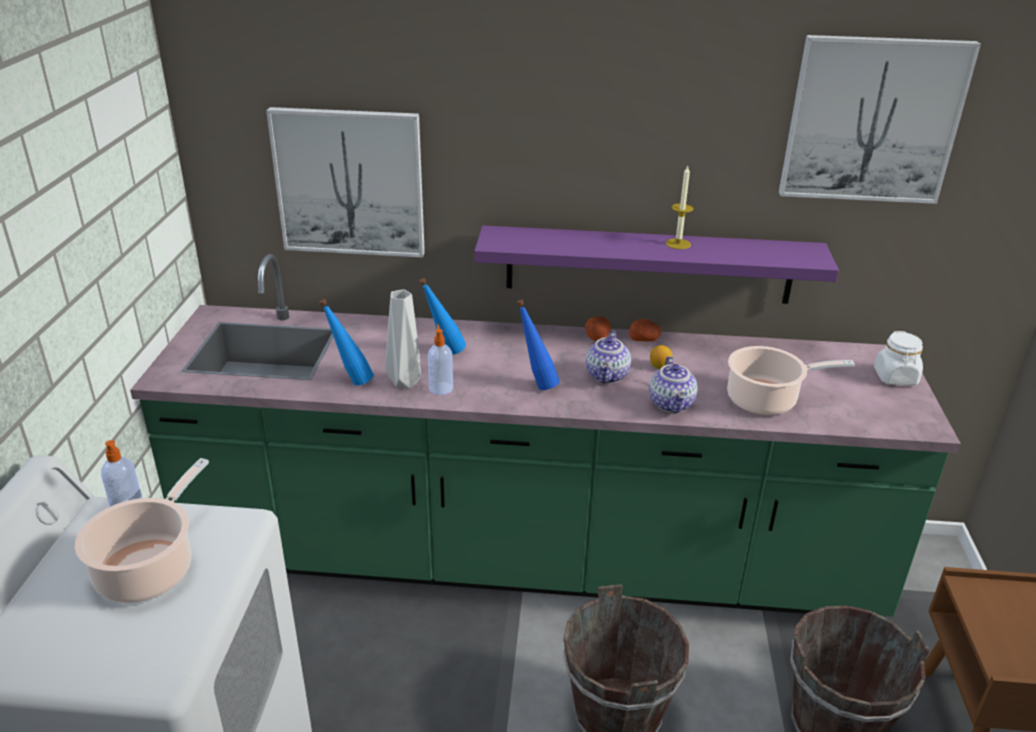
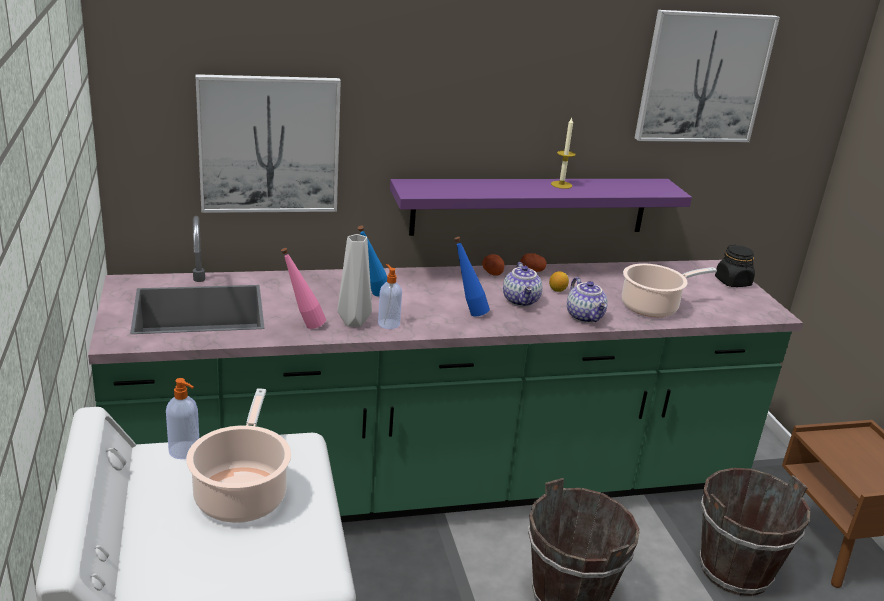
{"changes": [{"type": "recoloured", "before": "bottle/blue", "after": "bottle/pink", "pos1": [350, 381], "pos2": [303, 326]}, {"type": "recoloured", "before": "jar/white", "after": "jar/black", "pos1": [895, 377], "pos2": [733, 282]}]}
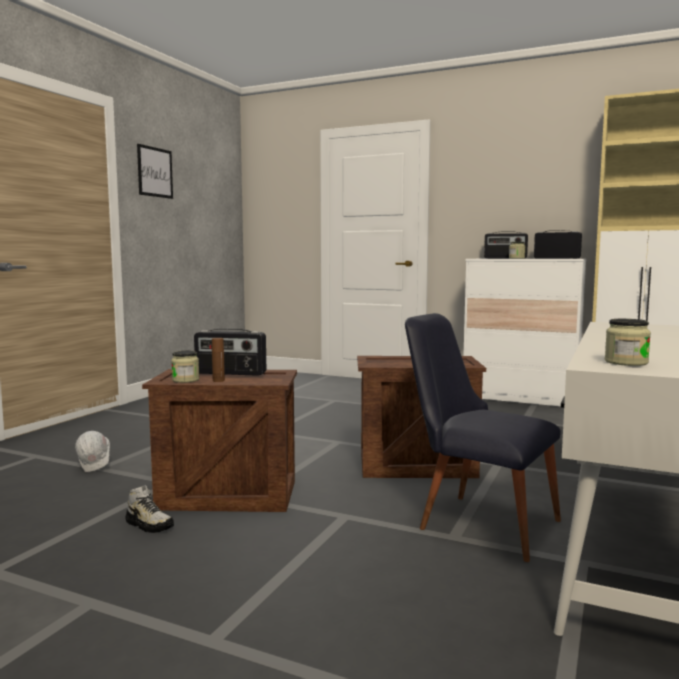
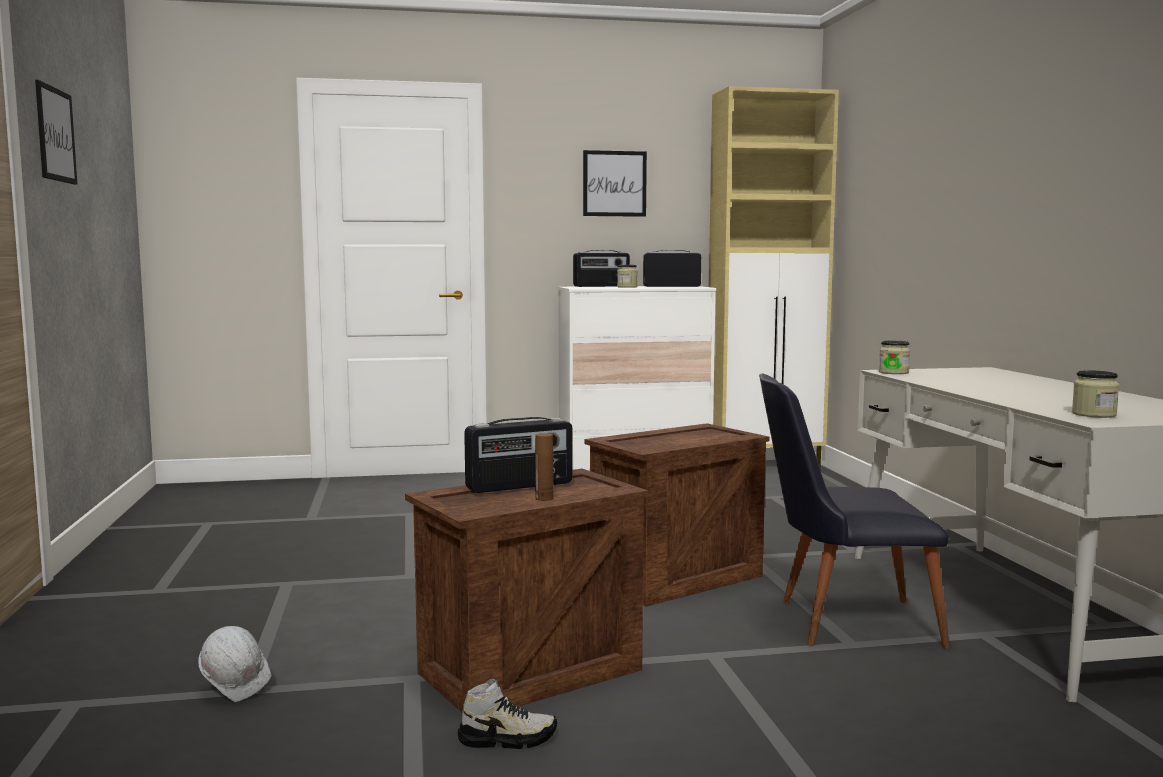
{"changes": [{"type": "moved", "before": "jar", "pos1": [185, 380], "pos2": [893, 372]}, {"type": "added", "after": "picture", "pos2": [614, 183]}]}
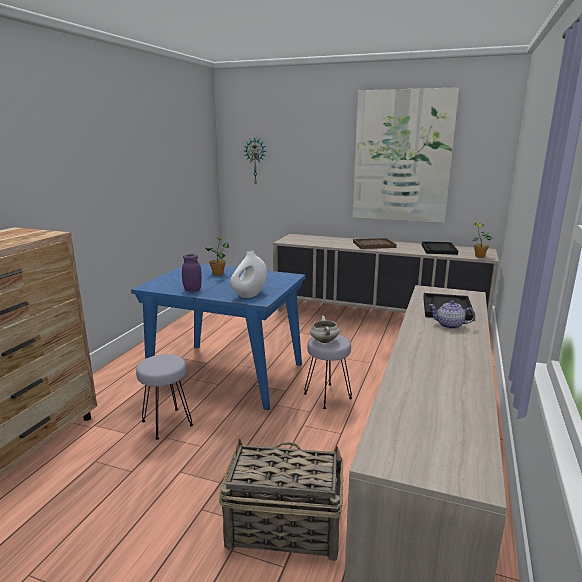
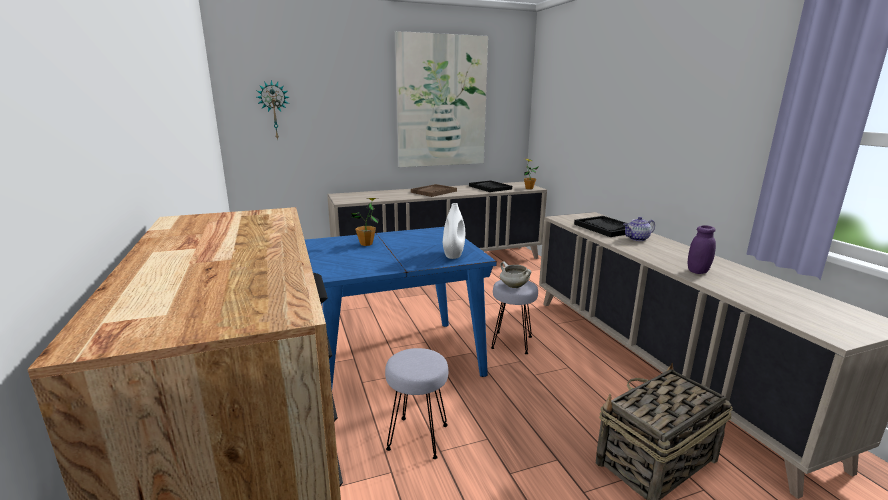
{"changes": [{"type": "moved", "before": "jar/purple", "pos1": [192, 290], "pos2": [698, 271]}]}
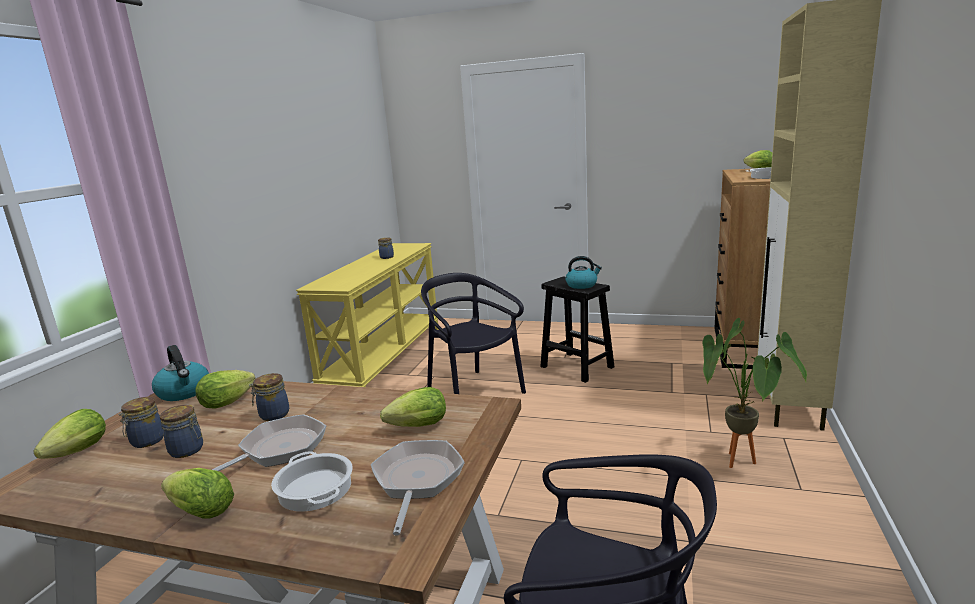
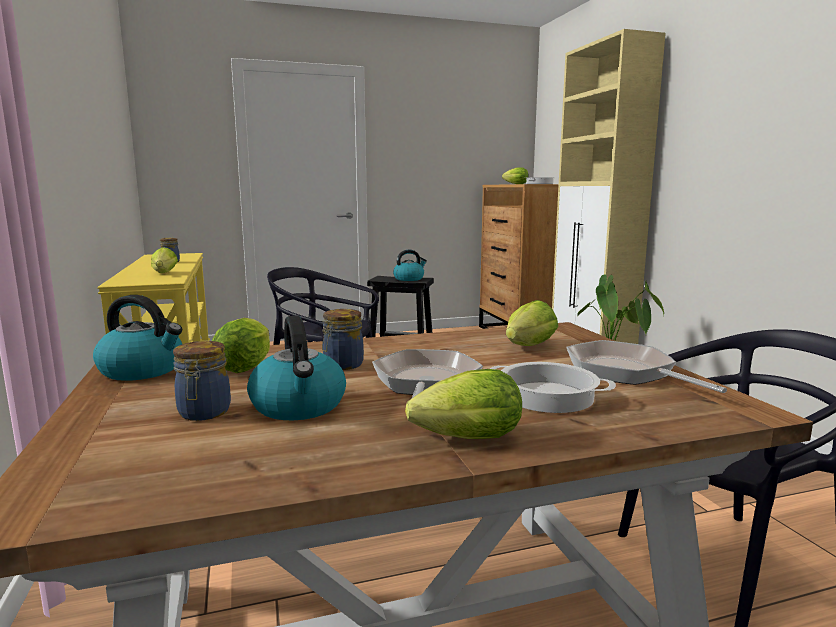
{"changes": [{"type": "moved", "before": "lettuce", "pos1": [75, 454], "pos2": [164, 273]}, {"type": "replaced", "before": "jar", "after": "kettle", "pos1": [188, 450], "pos2": [299, 406]}]}
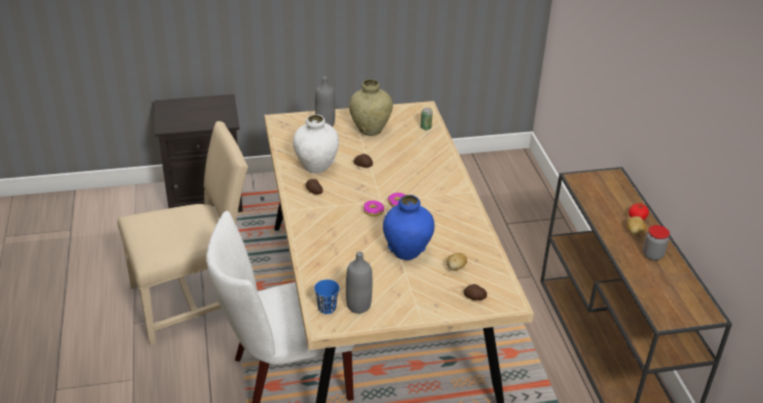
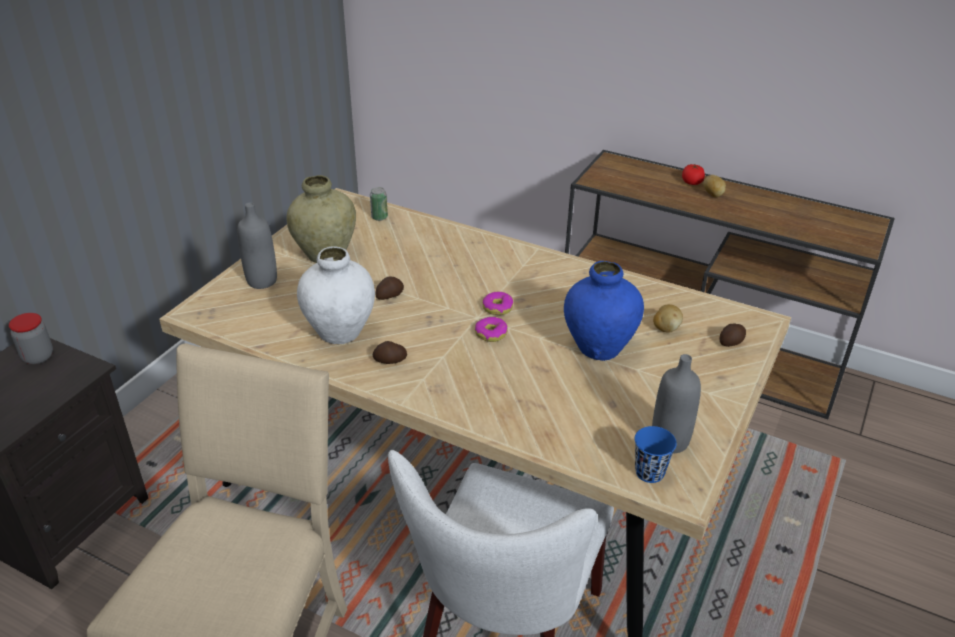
{"changes": [{"type": "moved", "before": "jar", "pos1": [652, 255], "pos2": [38, 357]}]}
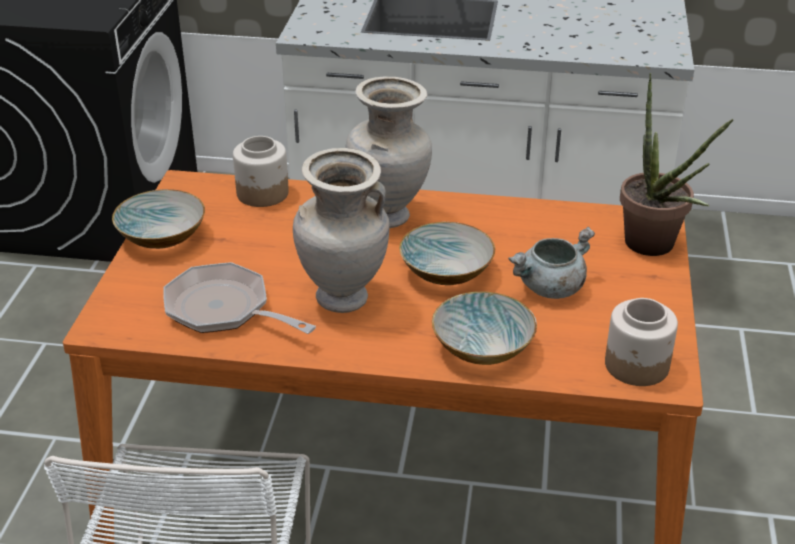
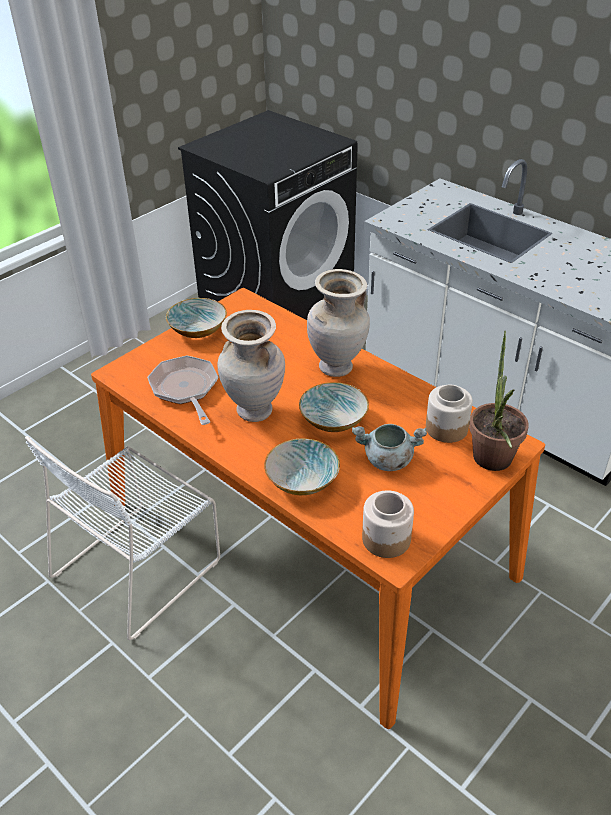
{"changes": [{"type": "moved", "before": "jar", "pos1": [263, 194], "pos2": [446, 429]}]}
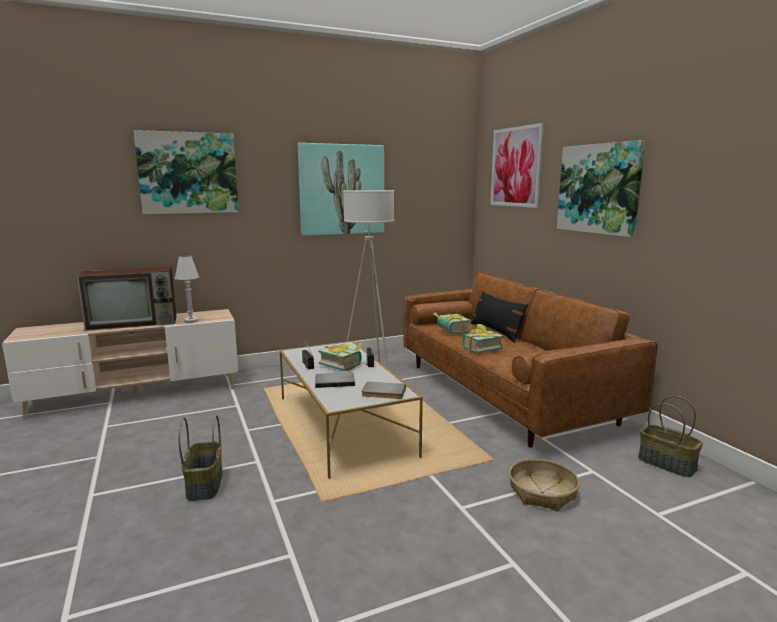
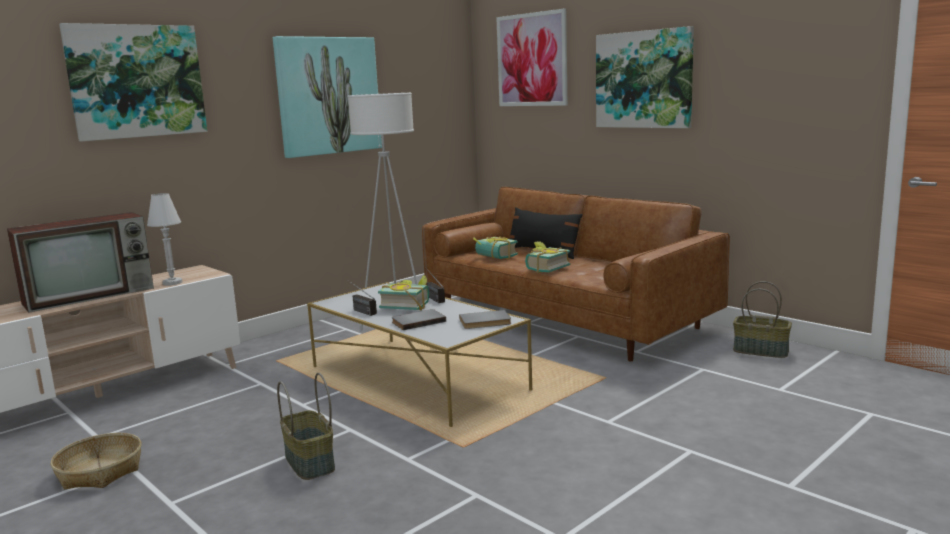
{"changes": [{"type": "moved", "before": "basket", "pos1": [542, 492], "pos2": [100, 471]}]}
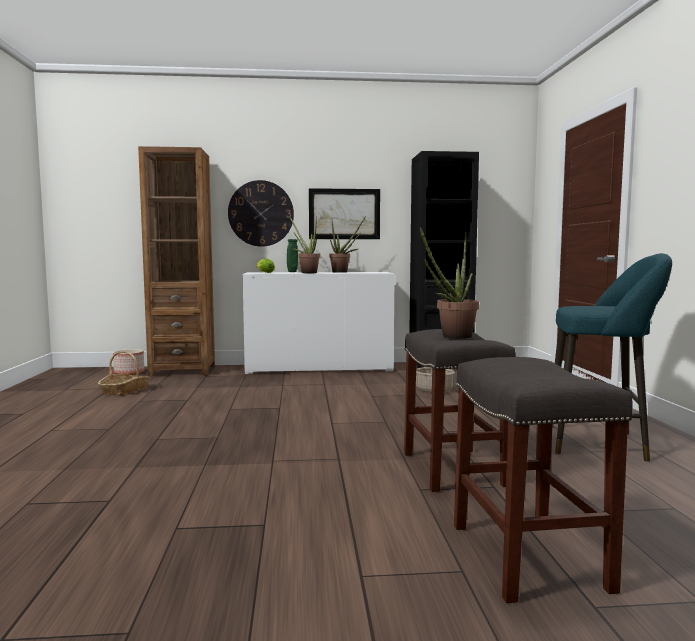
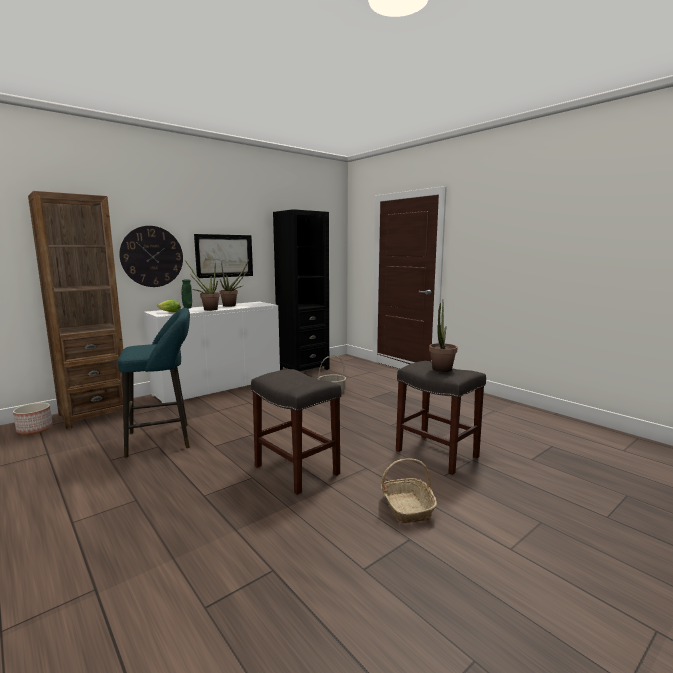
{"changes": [{"type": "moved", "before": "basket", "pos1": [125, 390], "pos2": [406, 507]}, {"type": "moved", "before": "stool/grey", "pos1": [525, 555], "pos2": [295, 470]}, {"type": "moved", "before": "stool/turquoise", "pos1": [601, 444], "pos2": [163, 439]}]}
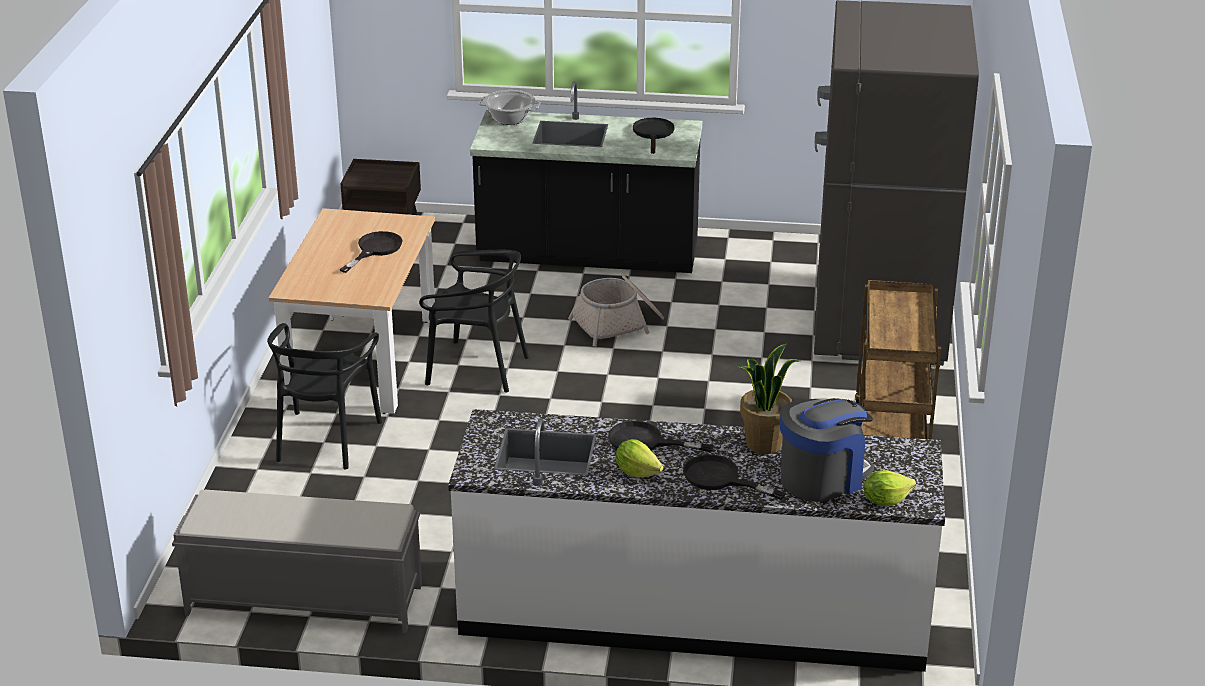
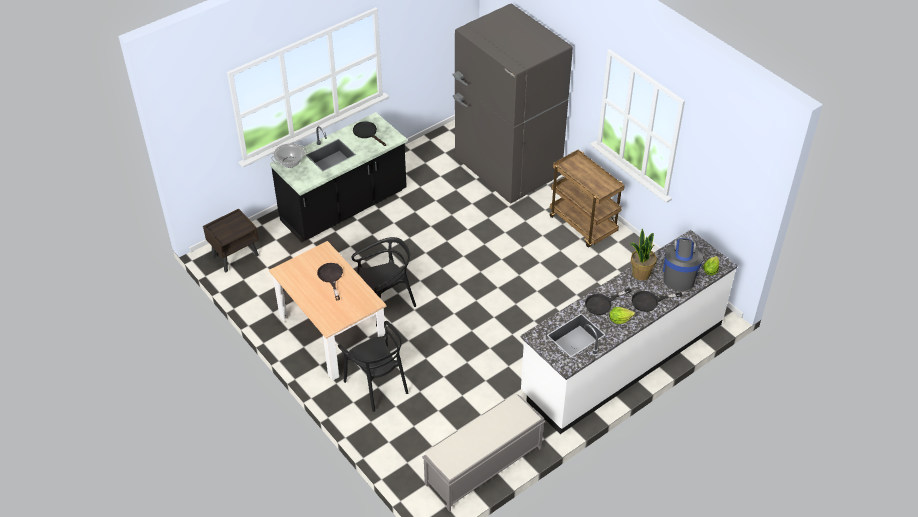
{"changes": [{"type": "removed", "before": "basket", "pos1": [619, 324]}]}
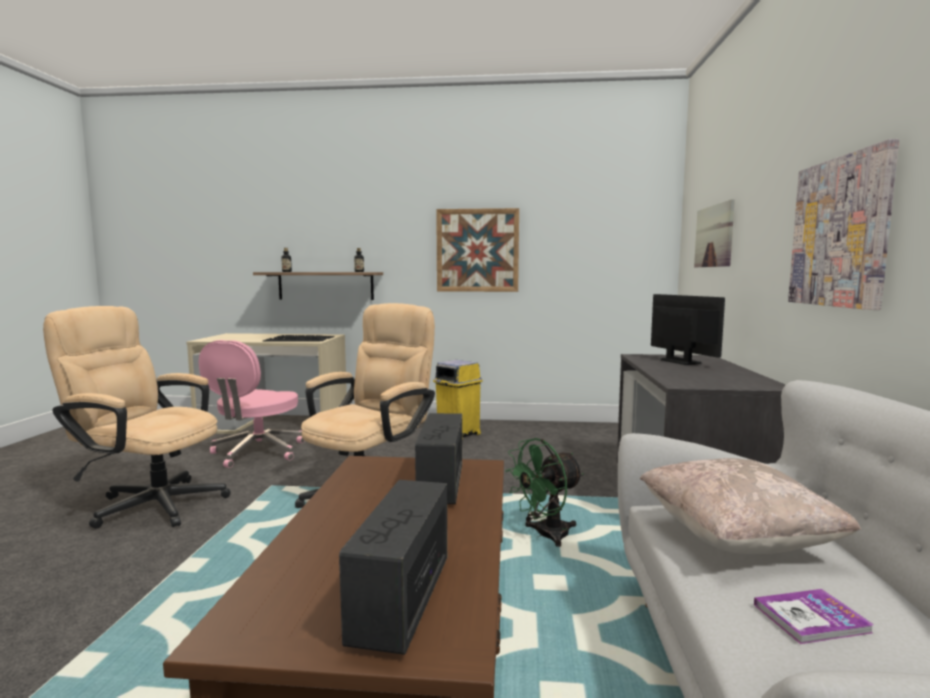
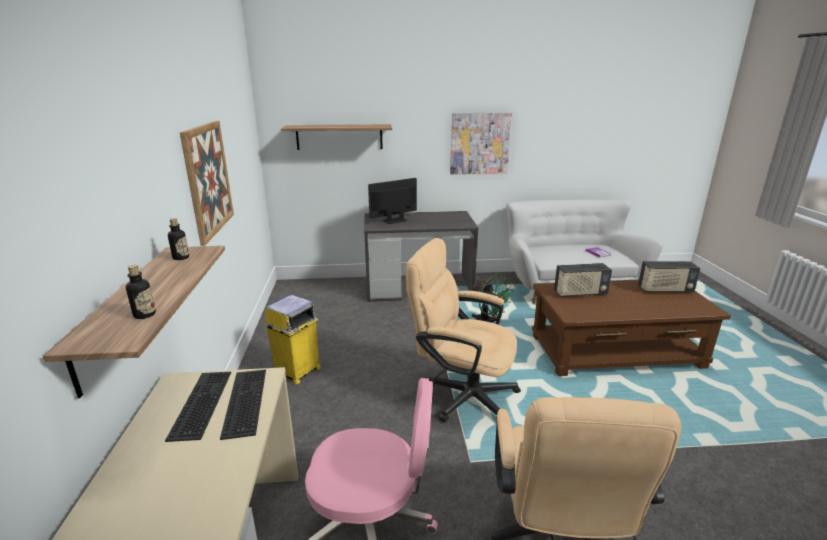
{"changes": [{"type": "removed", "before": "pillow/beige", "pos1": [736, 538]}, {"type": "replaced", "before": "picture", "after": "shelf", "pos1": [714, 236], "pos2": [339, 137]}]}
